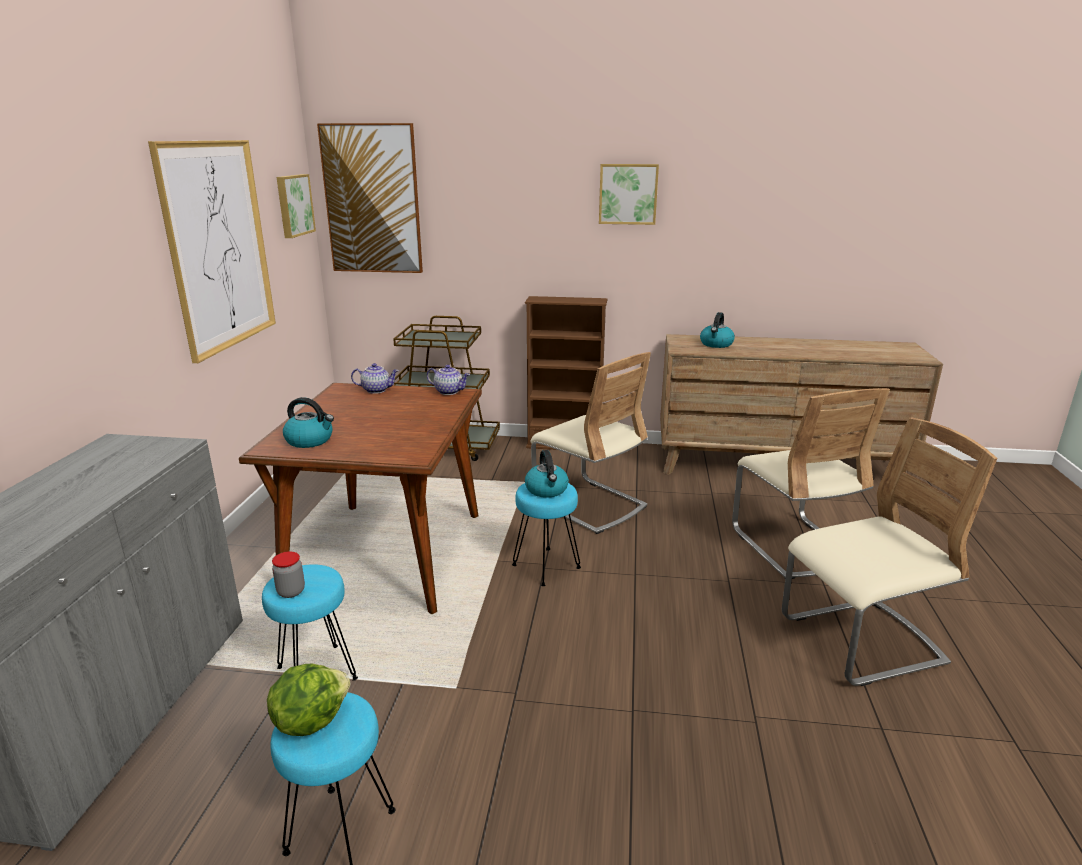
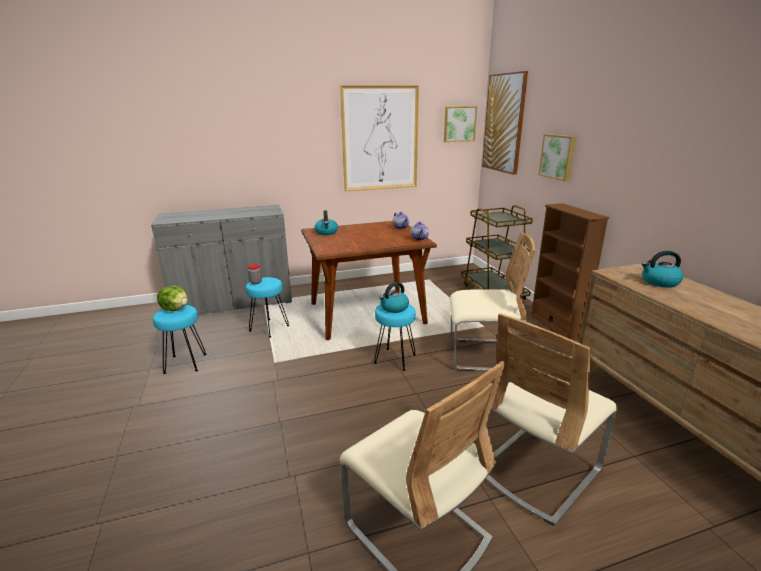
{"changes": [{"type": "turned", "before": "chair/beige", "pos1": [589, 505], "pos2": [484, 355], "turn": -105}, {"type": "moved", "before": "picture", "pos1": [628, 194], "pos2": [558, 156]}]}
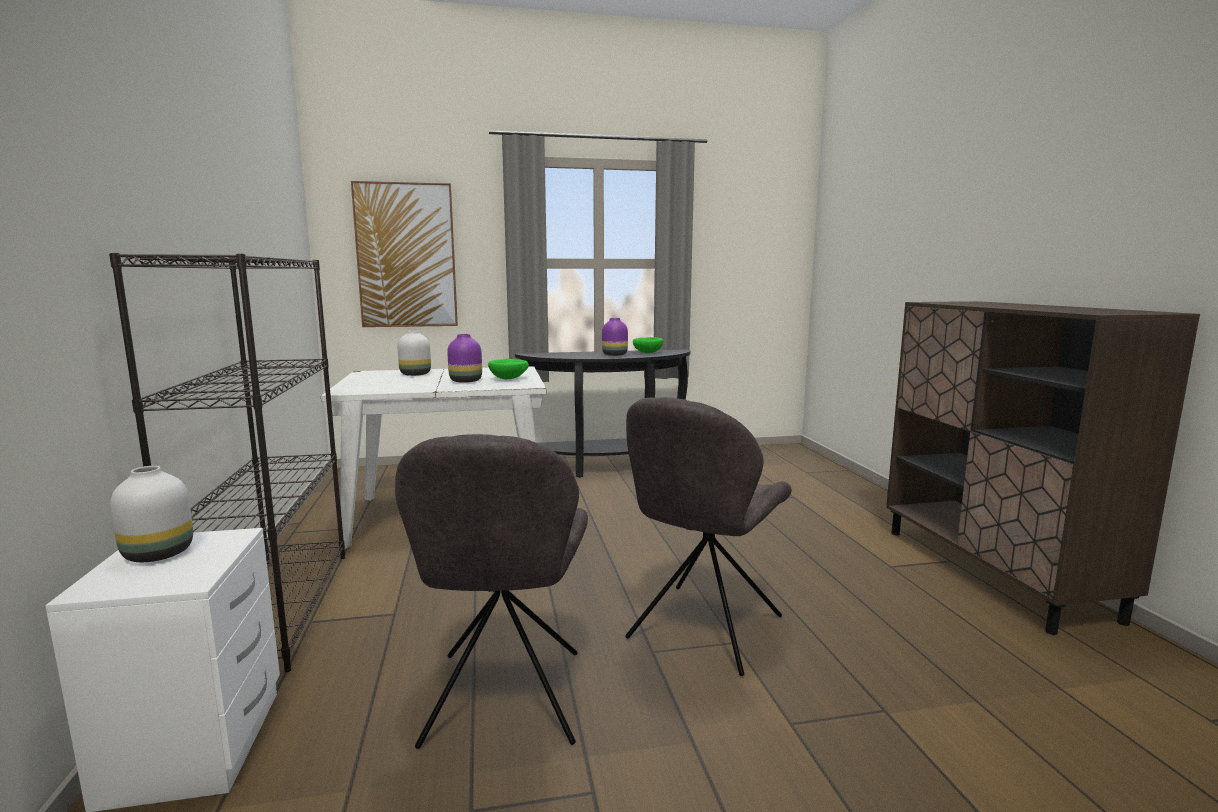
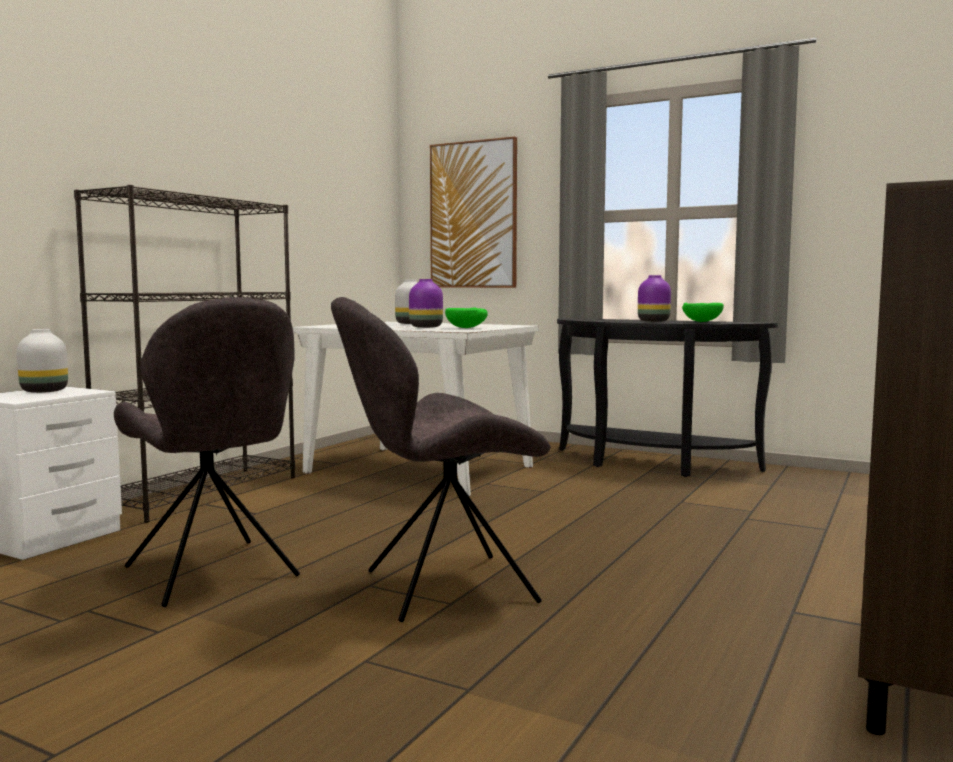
{"changes": [{"type": "turned", "before": "chair/grey", "pos1": [503, 702], "pos2": [213, 574], "turn": -75}]}
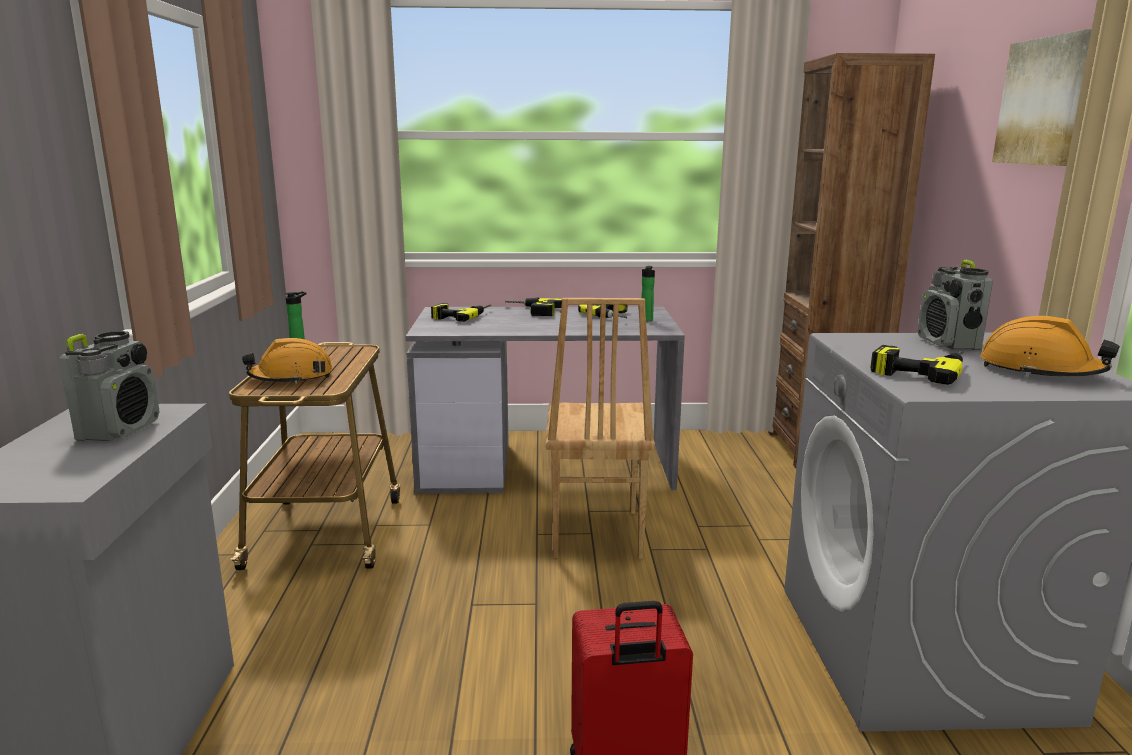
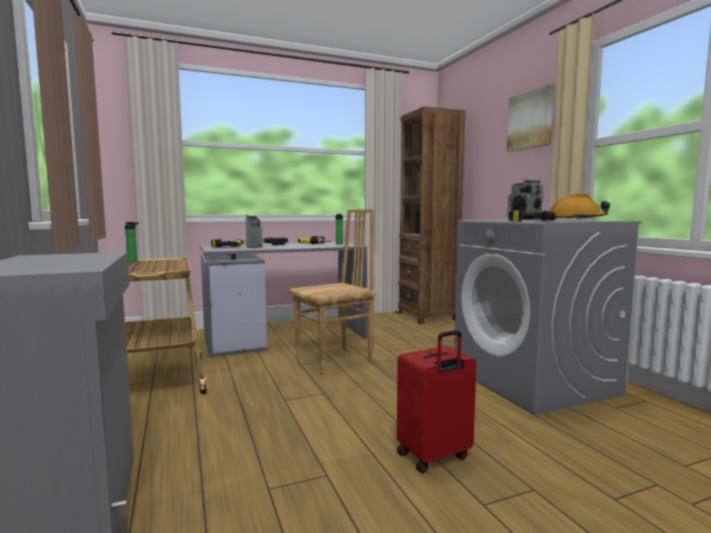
{"changes": [{"type": "moved", "before": "radio", "pos1": [120, 429], "pos2": [254, 247]}, {"type": "removed", "before": "hard hat/orange", "pos1": [291, 377]}, {"type": "turned", "before": "chair/brown", "pos1": [594, 534], "pos2": [334, 360], "turn": -105}]}
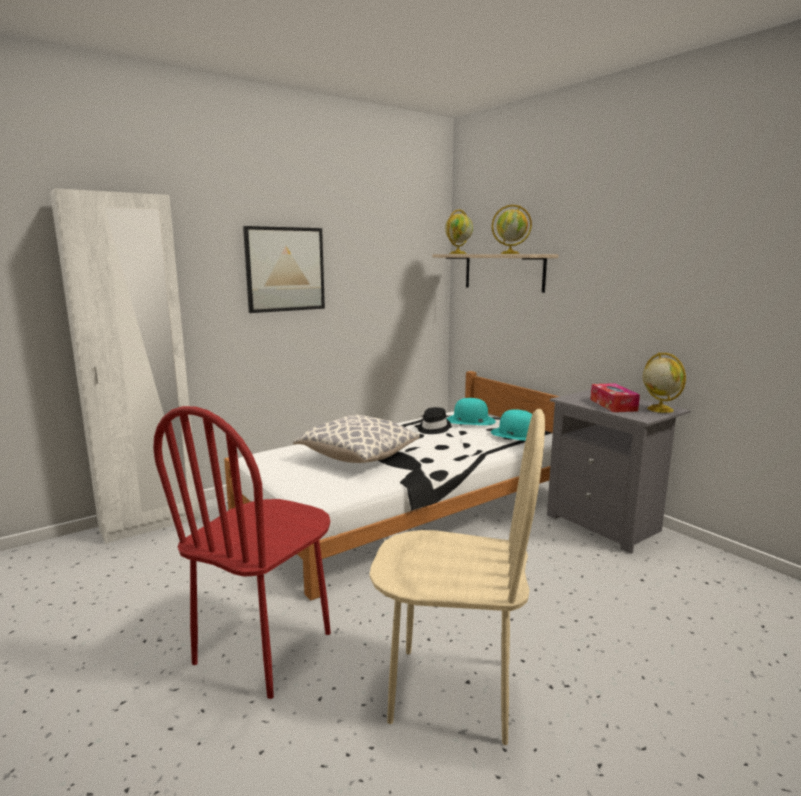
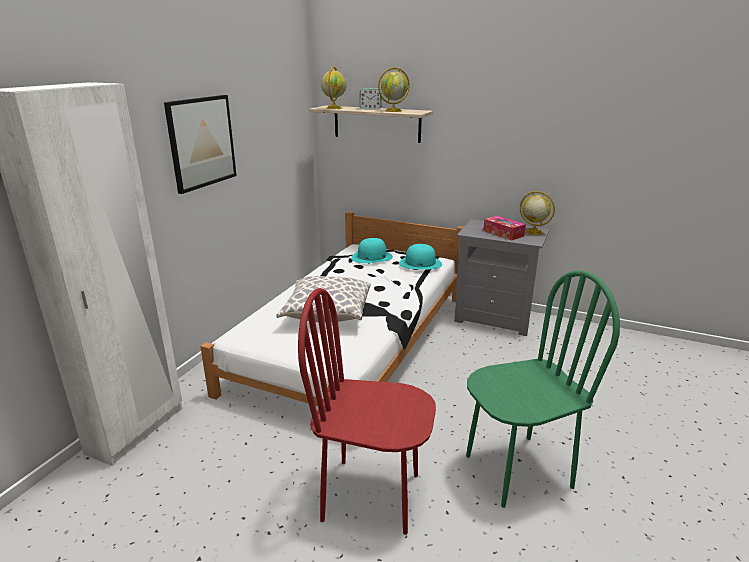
{"changes": [{"type": "turned", "before": "chair/red", "pos1": [264, 648], "pos2": [371, 495], "turn": 105}, {"type": "recoloured", "before": "chair/beige", "after": "chair/green", "pos1": [452, 692], "pos2": [517, 470]}, {"type": "removed", "before": "hat/black", "pos1": [433, 428]}, {"type": "added", "after": "alarm clock", "pos2": [370, 109]}]}
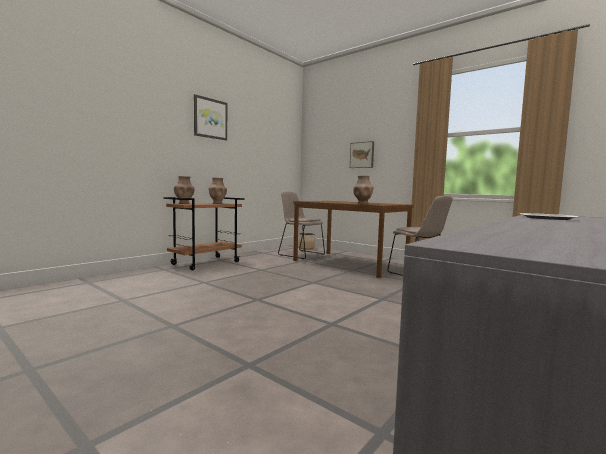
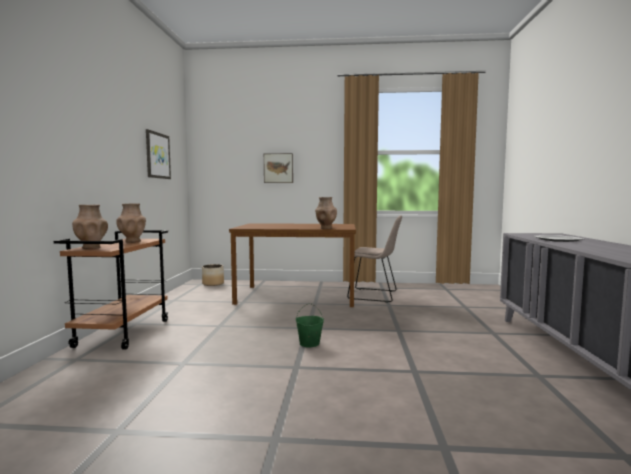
{"changes": [{"type": "moved", "before": "picture", "pos1": [210, 118], "pos2": [157, 155]}, {"type": "removed", "before": "chair/beige", "pos1": [300, 254]}, {"type": "added", "after": "bucket/green", "pos2": [309, 344]}]}
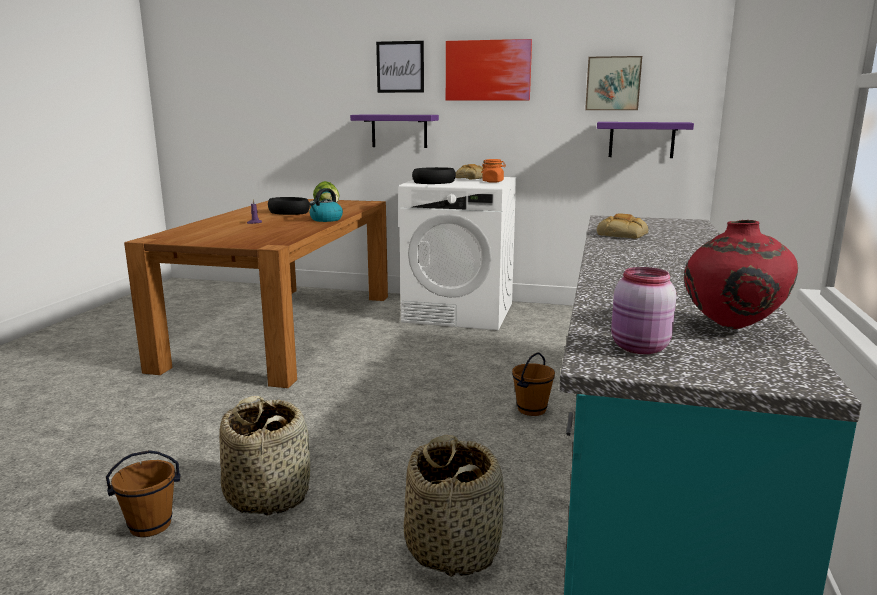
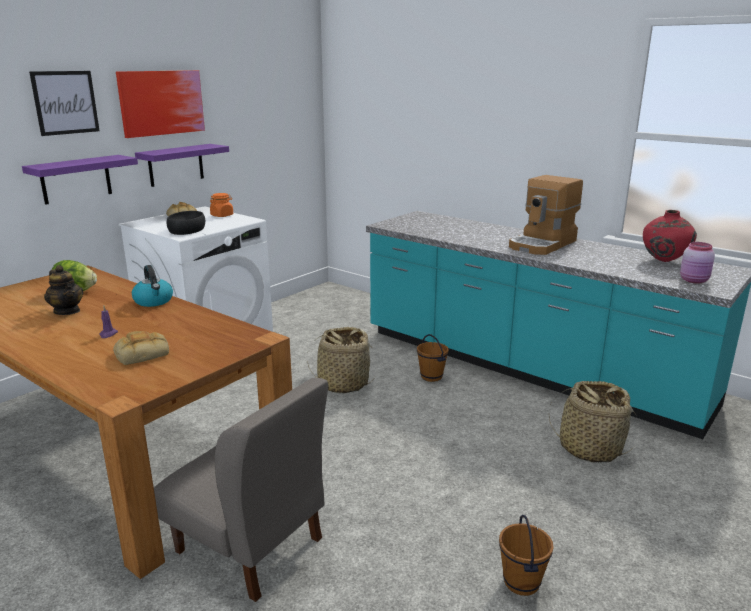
{"changes": [{"type": "moved", "before": "basket", "pos1": [268, 494], "pos2": [343, 383]}, {"type": "replaced", "before": "bowl/black", "after": "teapot", "pos1": [289, 212], "pos2": [67, 311]}, {"type": "removed", "before": "picture", "pos1": [613, 83]}, {"type": "moved", "before": "shelf/purple", "pos1": [641, 139], "pos2": [176, 165]}, {"type": "moved", "before": "bread", "pos1": [623, 234], "pos2": [142, 353]}, {"type": "added", "after": "chair/grey", "pos2": [250, 545]}, {"type": "added", "after": "coffee machine", "pos2": [543, 244]}]}
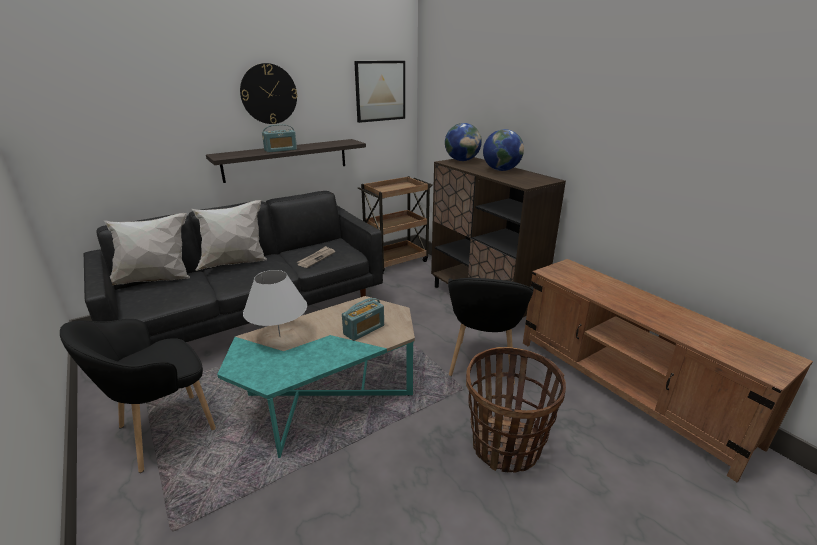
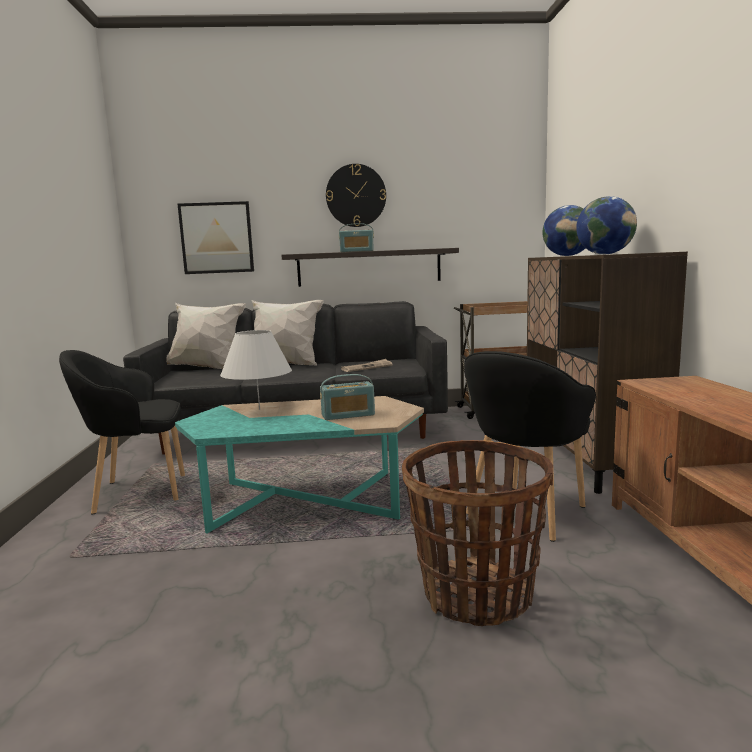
{"changes": [{"type": "moved", "before": "picture", "pos1": [380, 91], "pos2": [216, 238]}]}
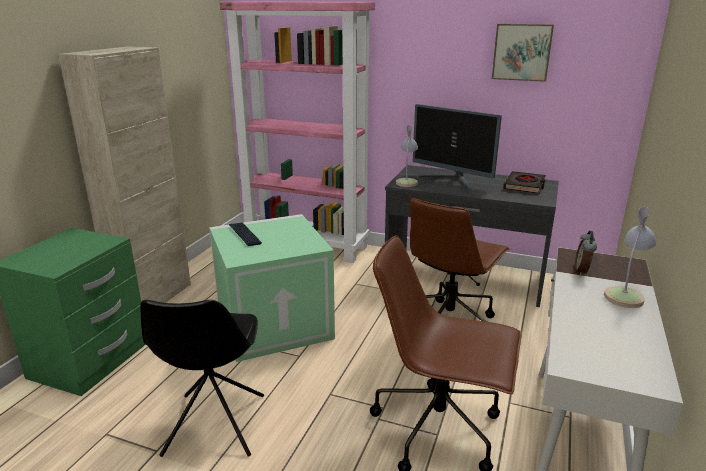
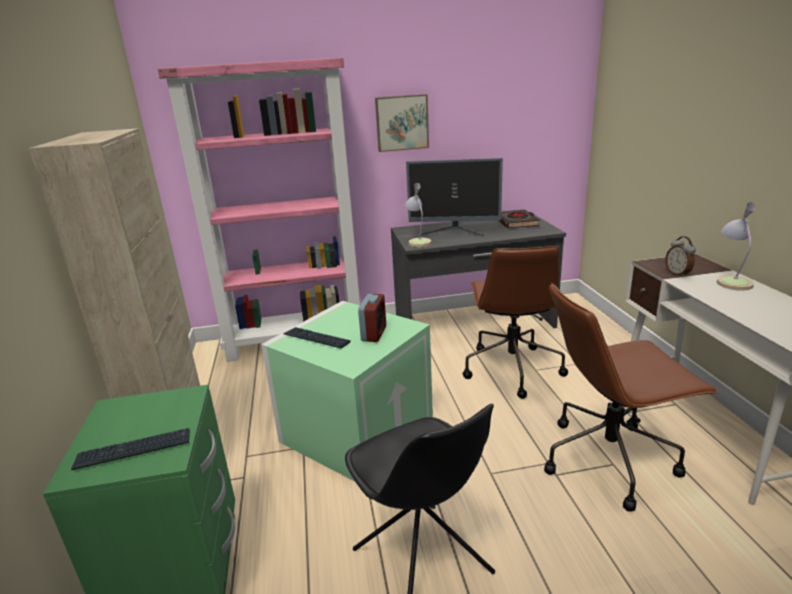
{"changes": [{"type": "moved", "before": "picture", "pos1": [522, 52], "pos2": [402, 123]}, {"type": "added", "after": "keyboard", "pos2": [134, 450]}, {"type": "added", "after": "alarm clock", "pos2": [374, 334]}]}
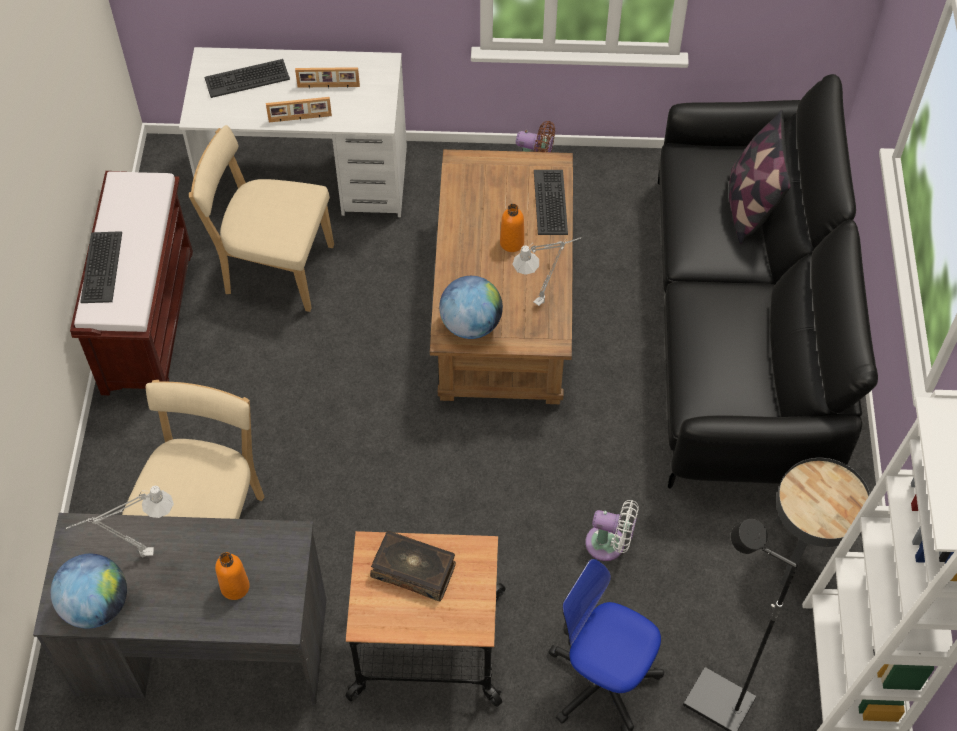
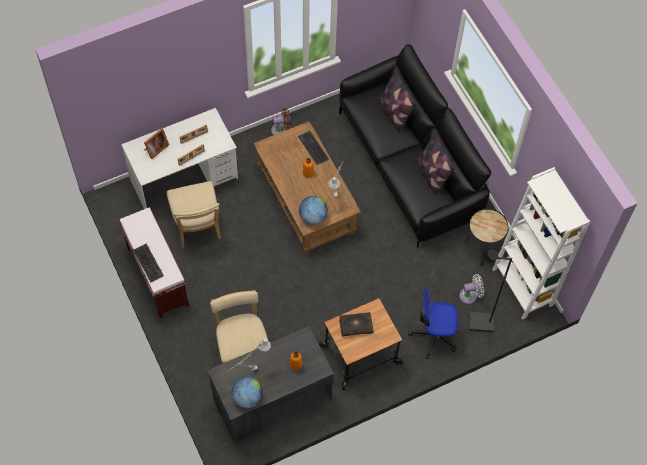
{"changes": [{"type": "turned", "before": "chair/beige", "pos1": [274, 268], "pos2": [197, 227], "turn": -90}, {"type": "replaced", "before": "keyboard", "after": "picture frame", "pos1": [247, 78], "pos2": [155, 149]}, {"type": "moved", "before": "fan/white", "pos1": [609, 544], "pos2": [470, 295]}, {"type": "added", "after": "pillow", "pos2": [432, 175]}]}
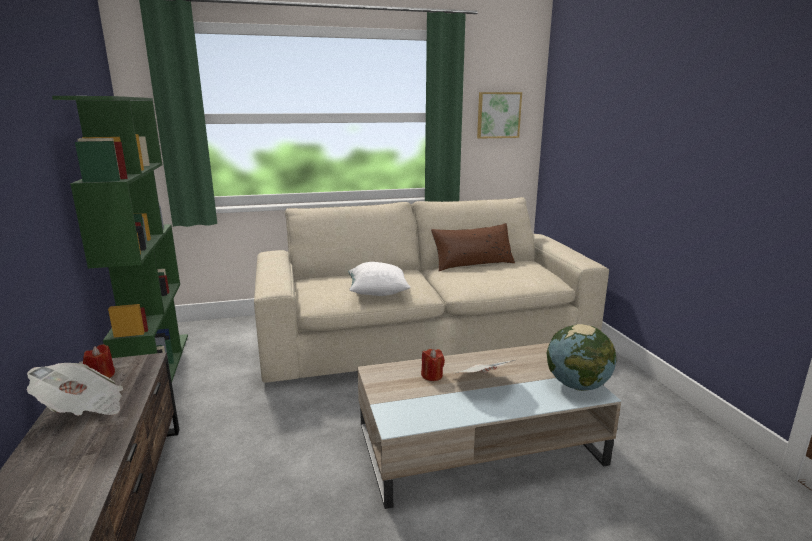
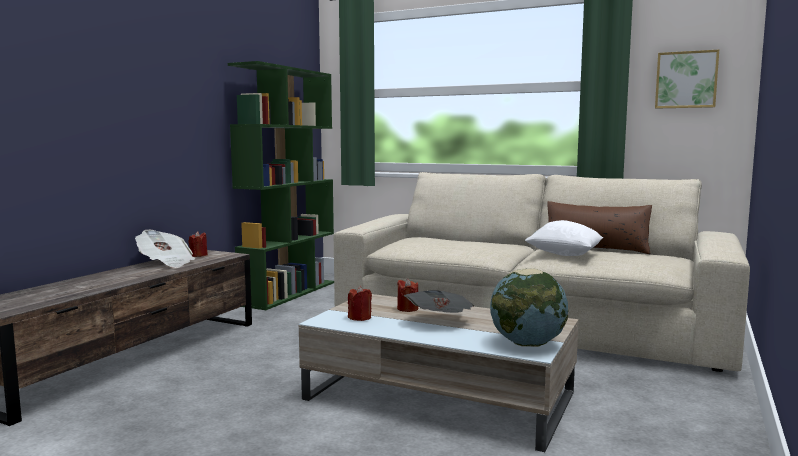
{"changes": [{"type": "moved", "before": "pillow/white", "pos1": [377, 293], "pos2": [564, 254]}, {"type": "added", "after": "candle/red", "pos2": [360, 318]}]}
